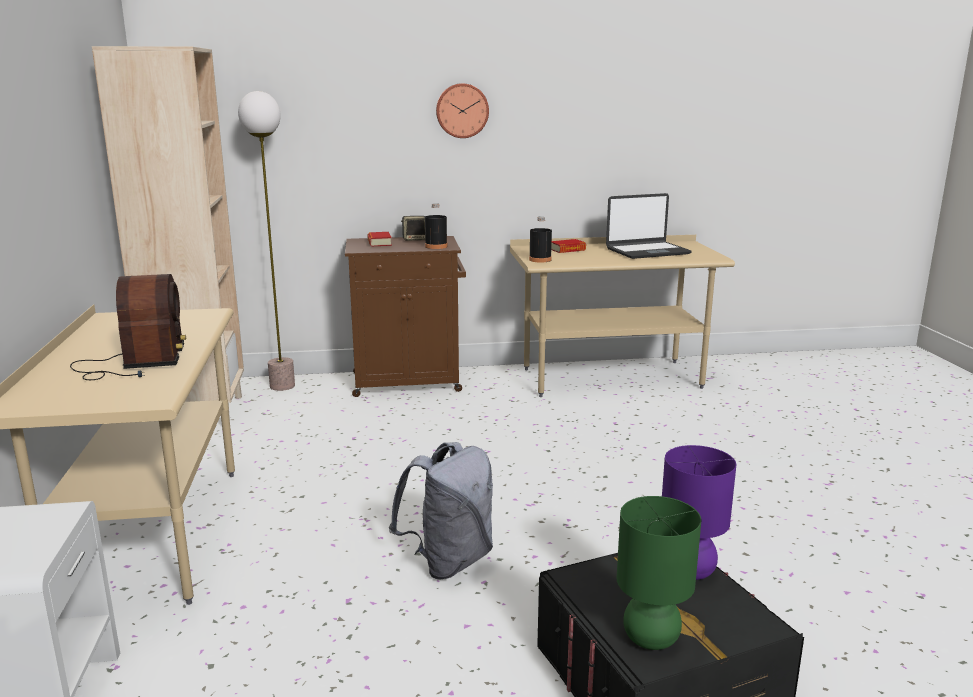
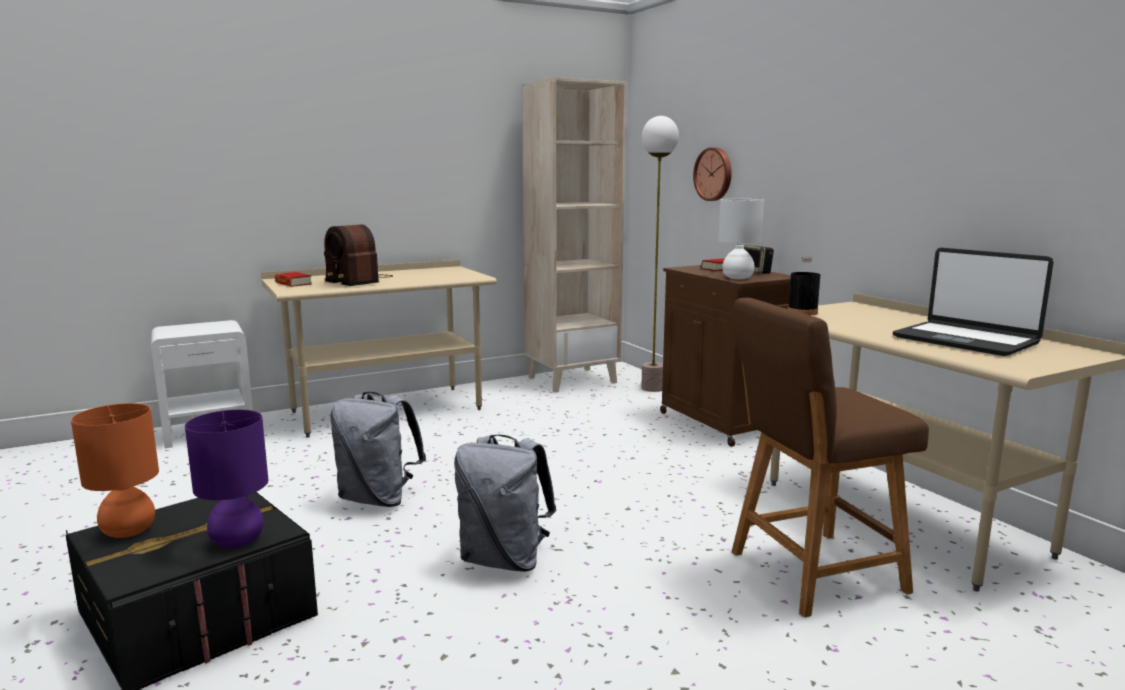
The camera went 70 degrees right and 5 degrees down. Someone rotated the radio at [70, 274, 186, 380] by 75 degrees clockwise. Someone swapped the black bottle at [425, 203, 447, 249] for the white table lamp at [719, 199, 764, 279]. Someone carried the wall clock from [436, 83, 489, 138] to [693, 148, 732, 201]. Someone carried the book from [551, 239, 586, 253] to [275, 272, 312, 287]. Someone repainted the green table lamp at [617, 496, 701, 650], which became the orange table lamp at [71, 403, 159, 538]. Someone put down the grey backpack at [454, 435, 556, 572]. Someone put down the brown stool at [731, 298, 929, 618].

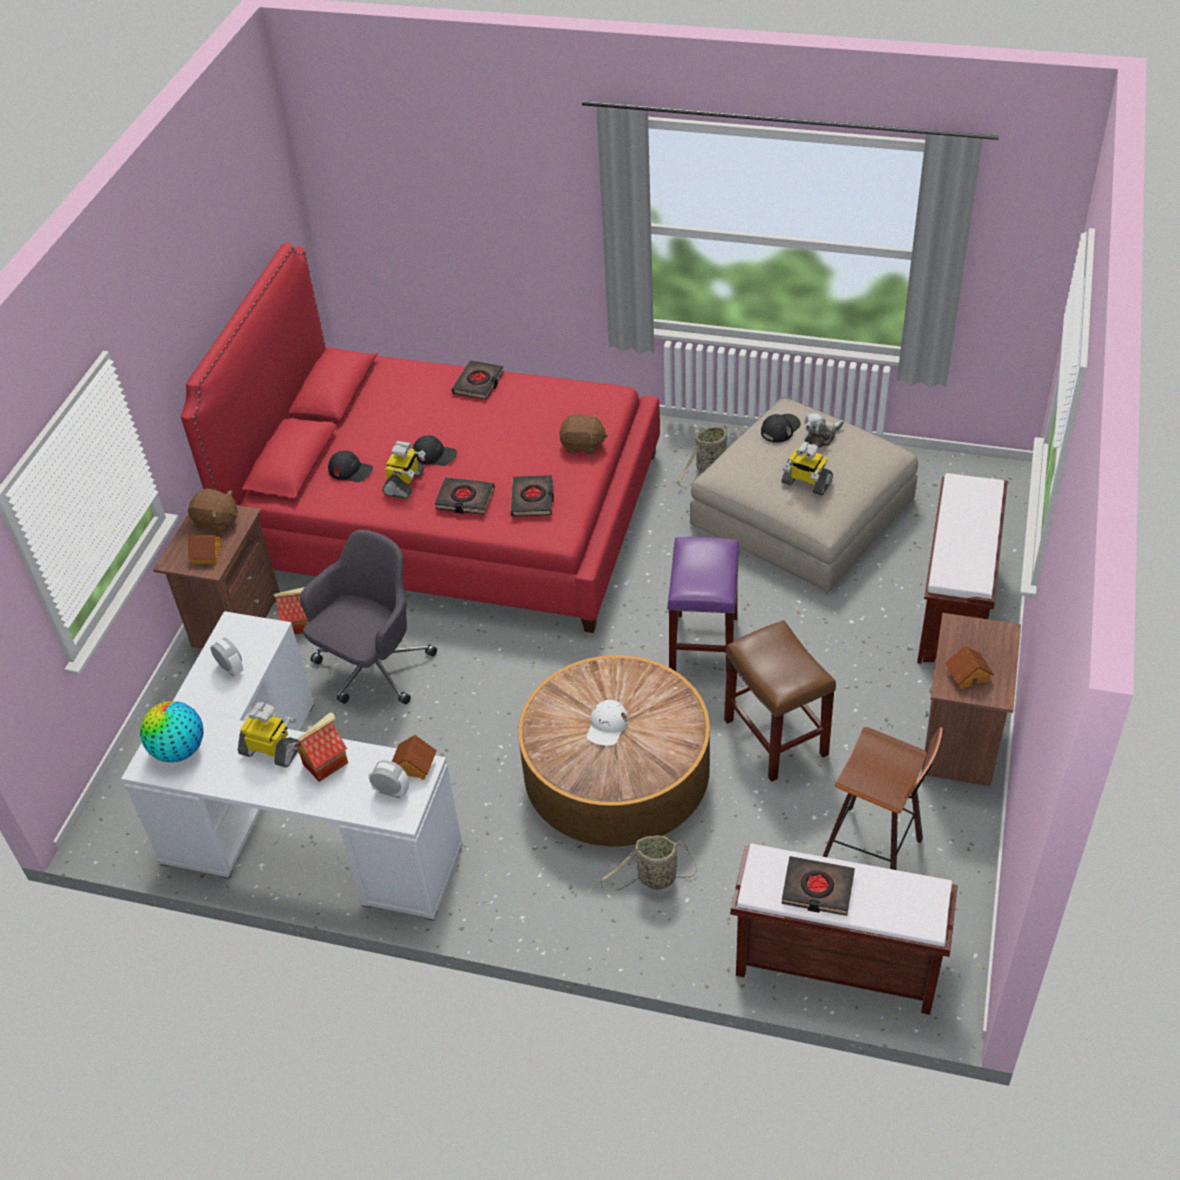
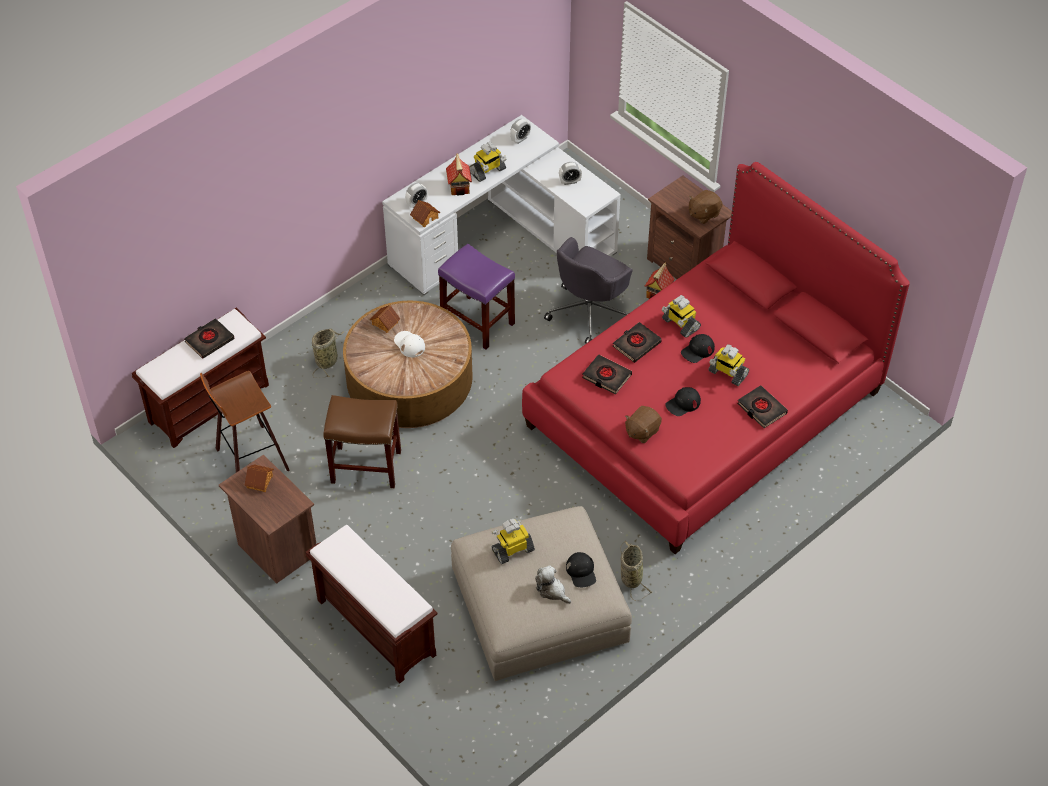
The camera went 120 degrees right and 5 degrees up. Someone swapped the globe at [140, 701, 203, 762] for the alarm clock at [510, 119, 531, 144]. Someone carried the toy house from [188, 535, 222, 564] to [369, 305, 400, 333]. Someone rotated the grey office chair at [300, 530, 437, 704] by 60 degrees clockwise. Someone carried the black cap from [328, 451, 373, 482] to [665, 387, 701, 416]. Someone carried the purple stool from [667, 537, 739, 671] to [438, 244, 515, 350]. Someone rotated the plush toy at [804, 413, 844, 448] by 45 degrees counterclockwise. Someone put down the toy robot at [708, 344, 749, 386].

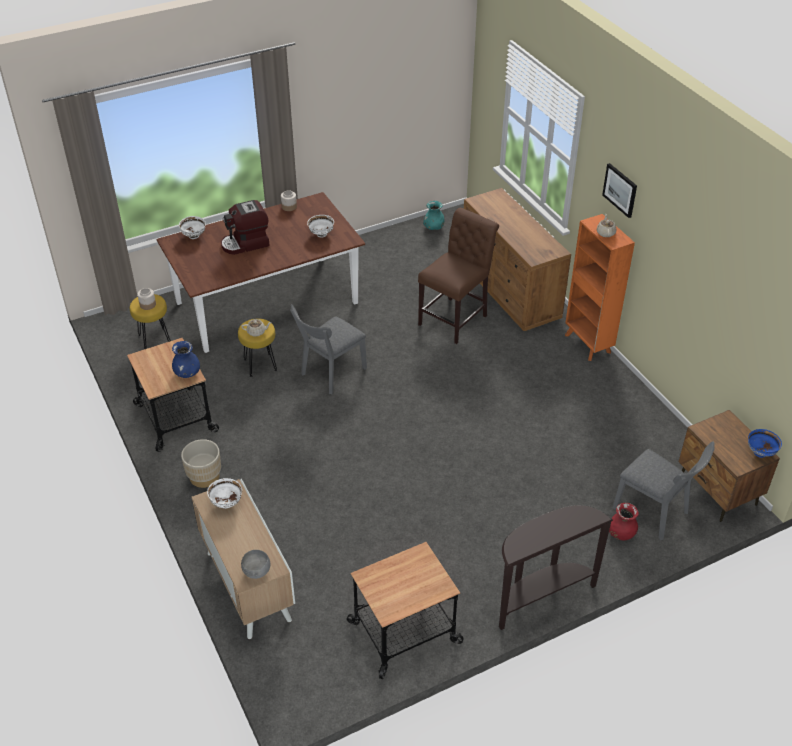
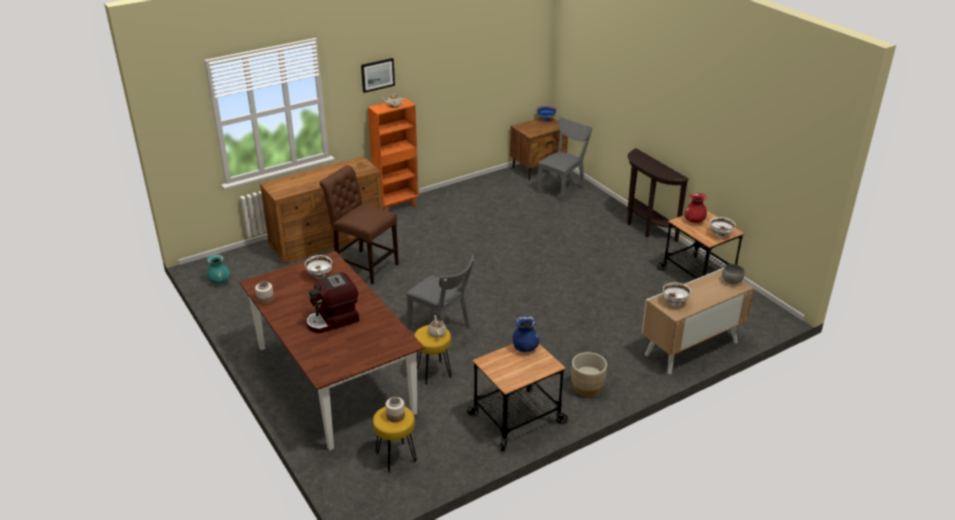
The camera went 95 degrees left and 10 degrees down. Someone carried the white bowl from [179, 216, 206, 239] to [710, 217, 735, 238]. Someone rotated the coffee machine at [221, 200, 270, 255] by 90 degrees clockwise. Someone carried the red vase from [609, 503, 639, 540] to [684, 193, 707, 223].

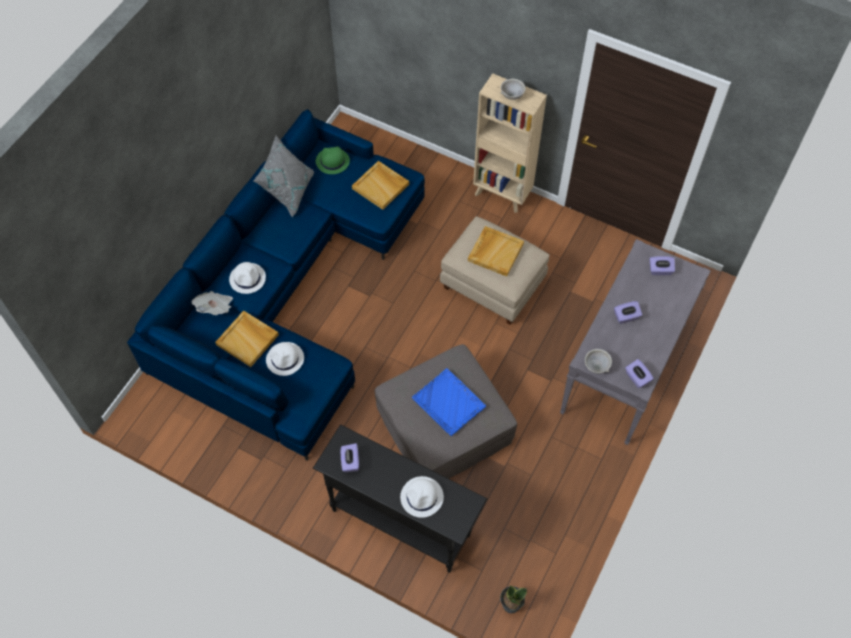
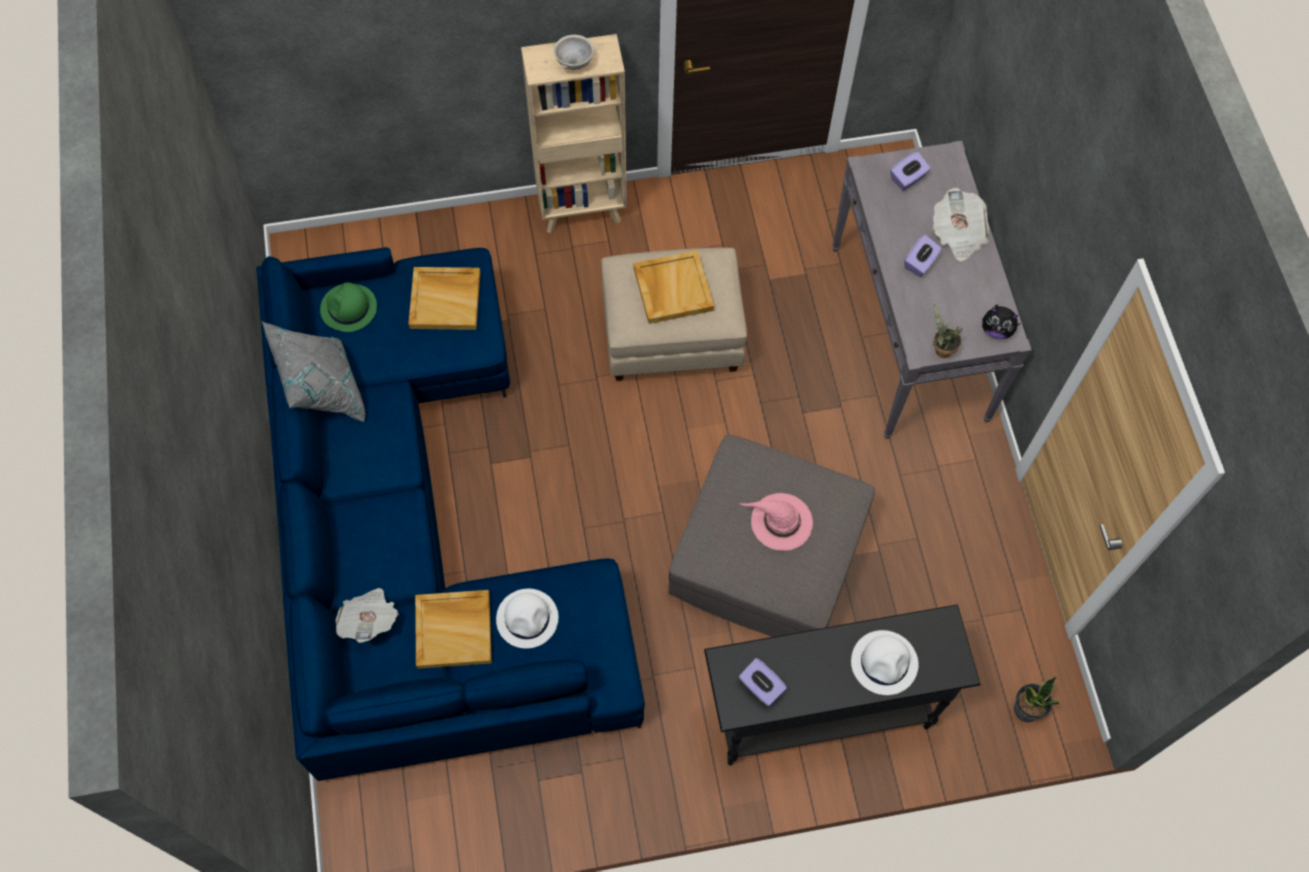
The camera went 40 degrees left and 5 degrees up. Someone took away the white hat at [229, 262, 266, 294]. Someone swapped the blue tray at [412, 368, 486, 436] for the pink hat at [739, 493, 813, 551]. Someone swapped the grey bowl at [585, 349, 612, 374] for the potted plant at [932, 302, 963, 358]. Someone swapped the purple tissue box at [625, 359, 654, 388] for the plush toy at [982, 305, 1022, 339]. Someone put down the newspaper at [933, 188, 989, 261].

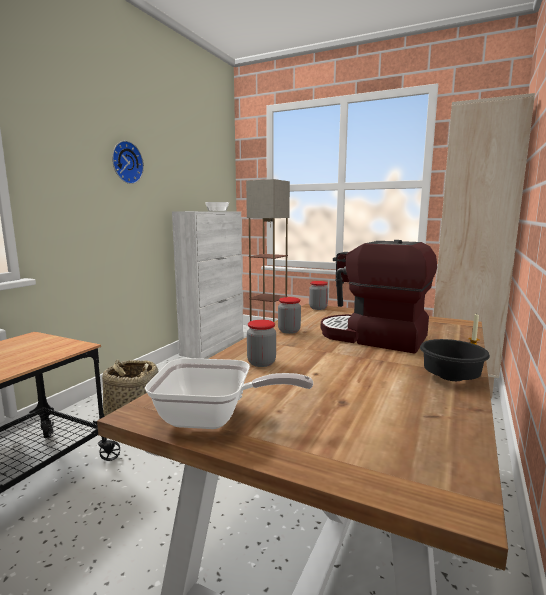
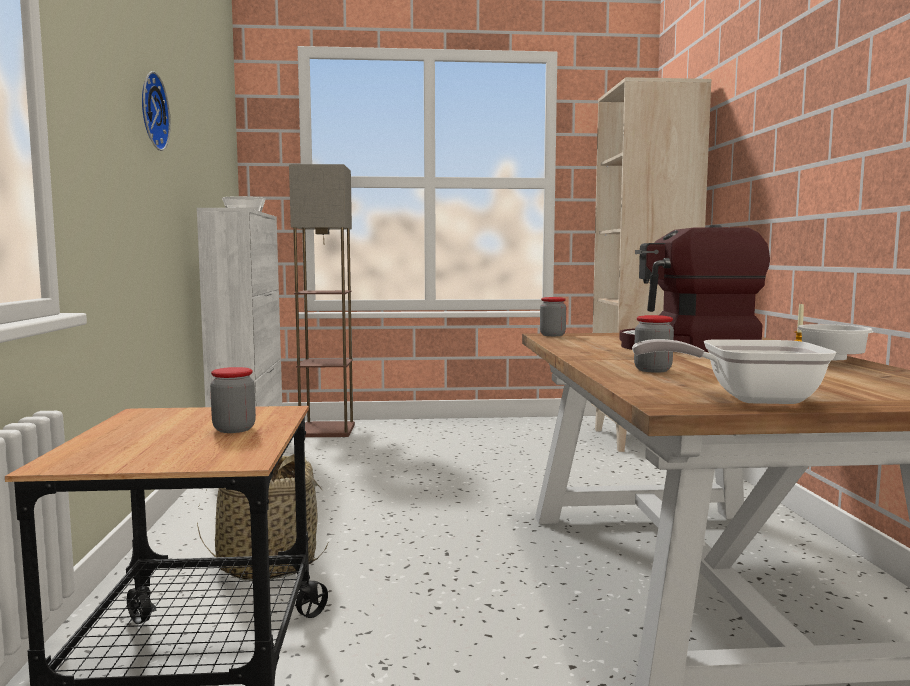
The camera went 30 degrees left and 5 degrees down. Someone rotated the frying pan at [145, 358, 313, 429] by 150 degrees counterclockwise. Someone carried the jar from [278, 297, 301, 334] to [210, 367, 256, 433]. Someone repainted the black bowl at [420, 339, 490, 381], which became the white bowl at [797, 324, 873, 361].

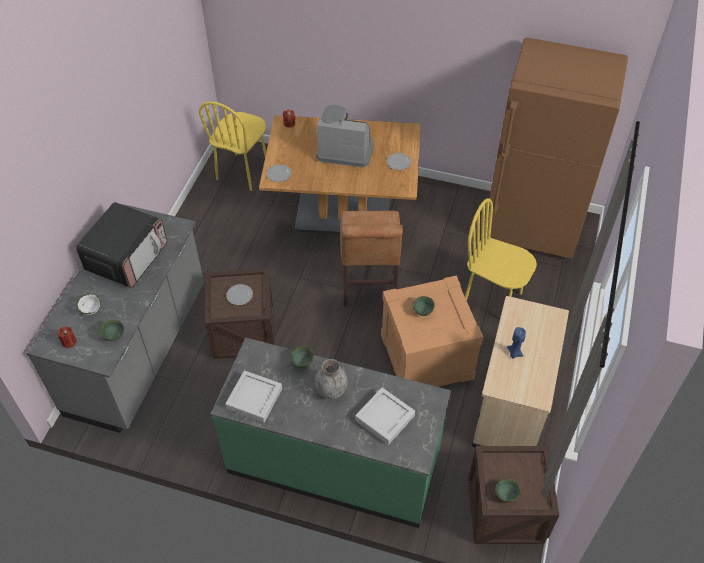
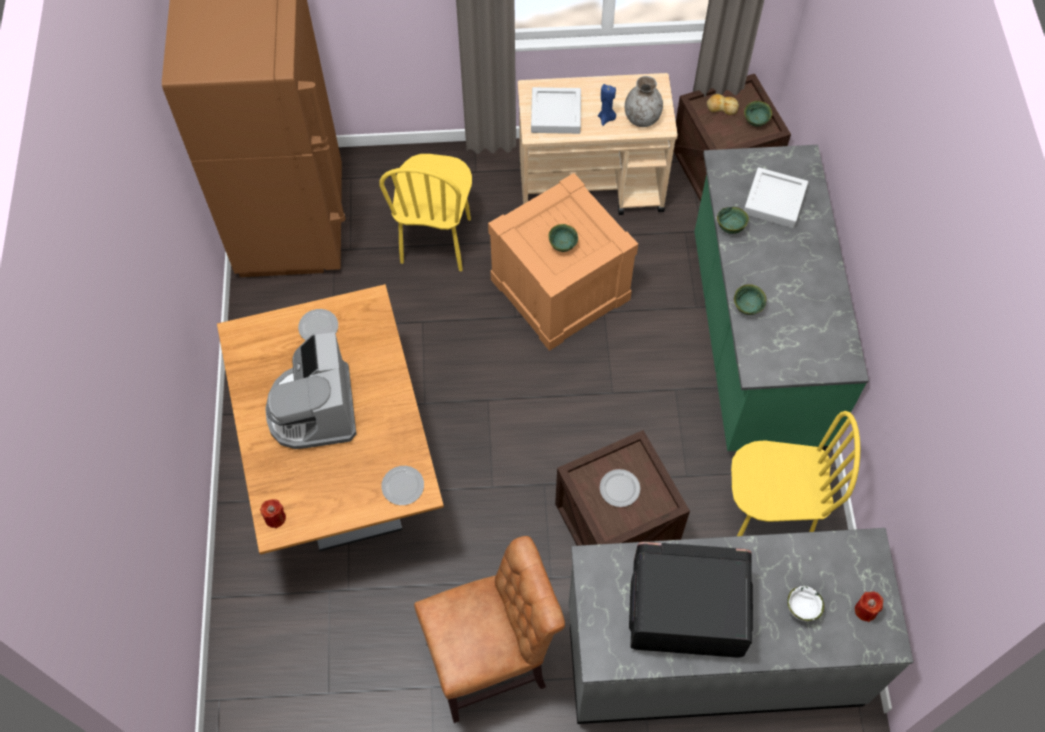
The camera went 110 degrees left and 10 degrees up. Someone carried the green bowl from [99, 320, 124, 341] to [717, 207, 749, 234]. Someone carried the yellow chair from [199, 101, 266, 191] to [731, 411, 860, 536]. Someone carried the grey tray from [225, 370, 282, 423] to [531, 87, 581, 134]. Someone carried the grey vase from [315, 359, 348, 399] to [625, 76, 663, 127]. Someone carried the brown chair from [340, 211, 403, 306] to [414, 536, 565, 723]. Someone put down the bread at [707, 94, 739, 115].

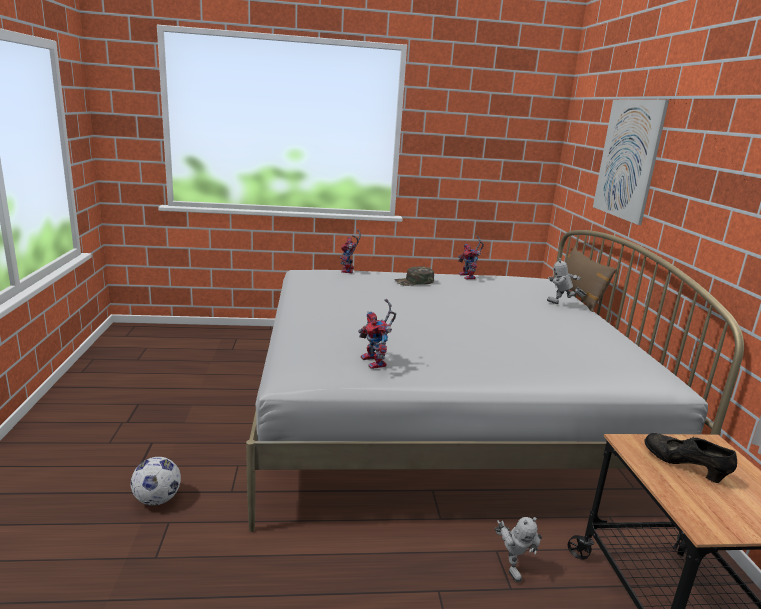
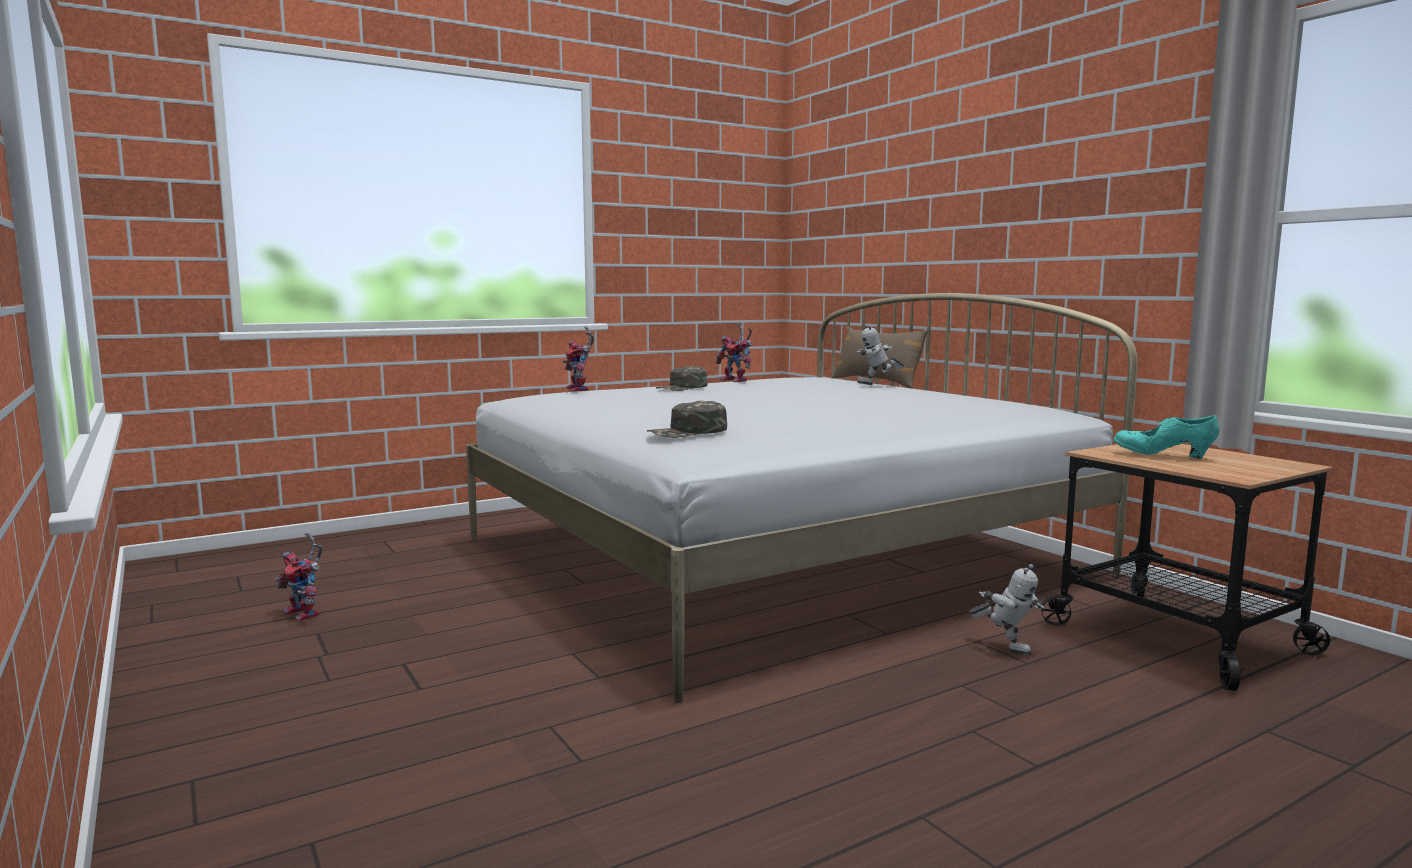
The camera went 25 degrees left and 10 degrees down. Someone took away the football at [131, 457, 181, 505]. Someone carried the toy robot from [358, 299, 396, 369] to [275, 532, 322, 621]. Someone took away the picture at [593, 99, 669, 225]. Someone repainted the black shoe at [644, 433, 737, 483], which became the turquoise shoe at [1114, 415, 1219, 459]. Someone put down the green cap at [647, 401, 727, 438].

